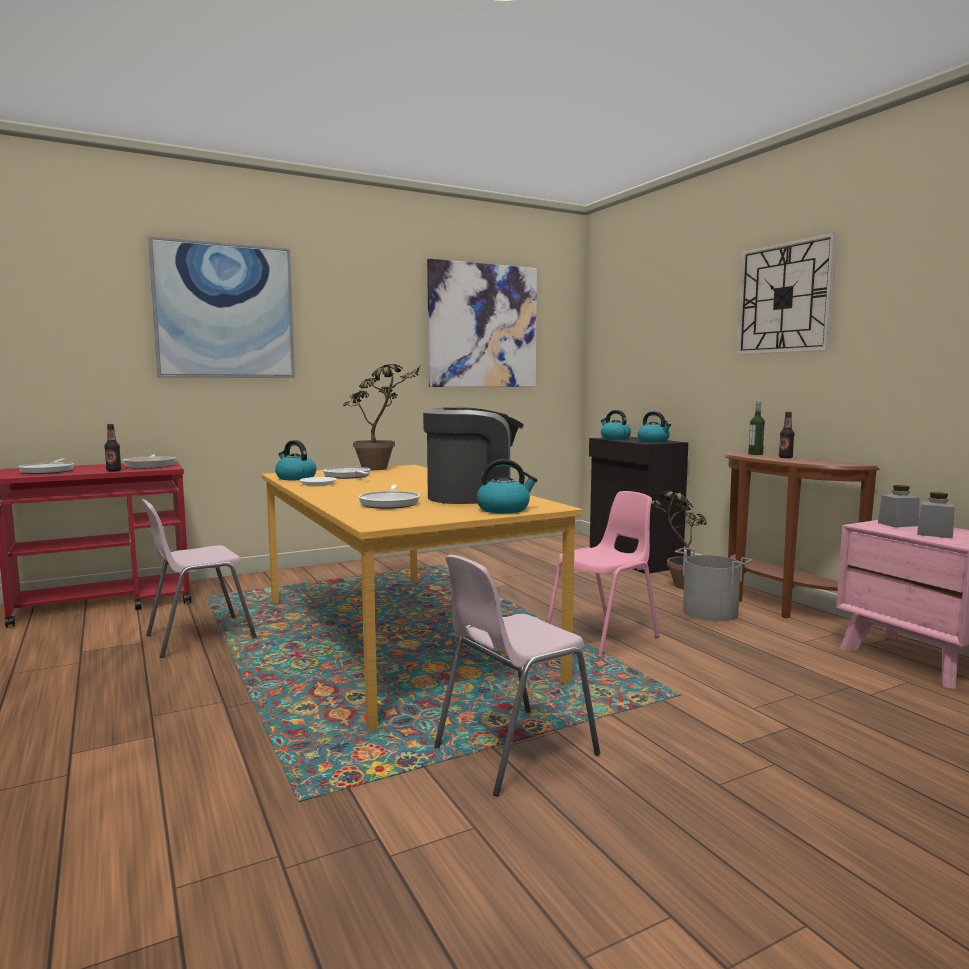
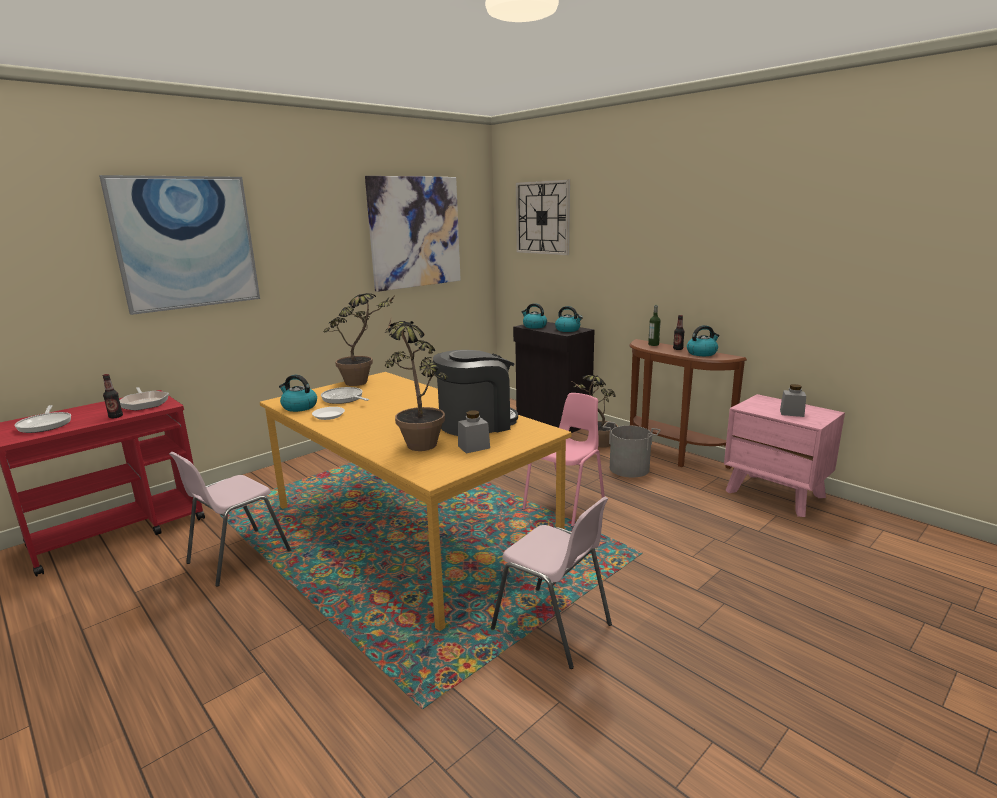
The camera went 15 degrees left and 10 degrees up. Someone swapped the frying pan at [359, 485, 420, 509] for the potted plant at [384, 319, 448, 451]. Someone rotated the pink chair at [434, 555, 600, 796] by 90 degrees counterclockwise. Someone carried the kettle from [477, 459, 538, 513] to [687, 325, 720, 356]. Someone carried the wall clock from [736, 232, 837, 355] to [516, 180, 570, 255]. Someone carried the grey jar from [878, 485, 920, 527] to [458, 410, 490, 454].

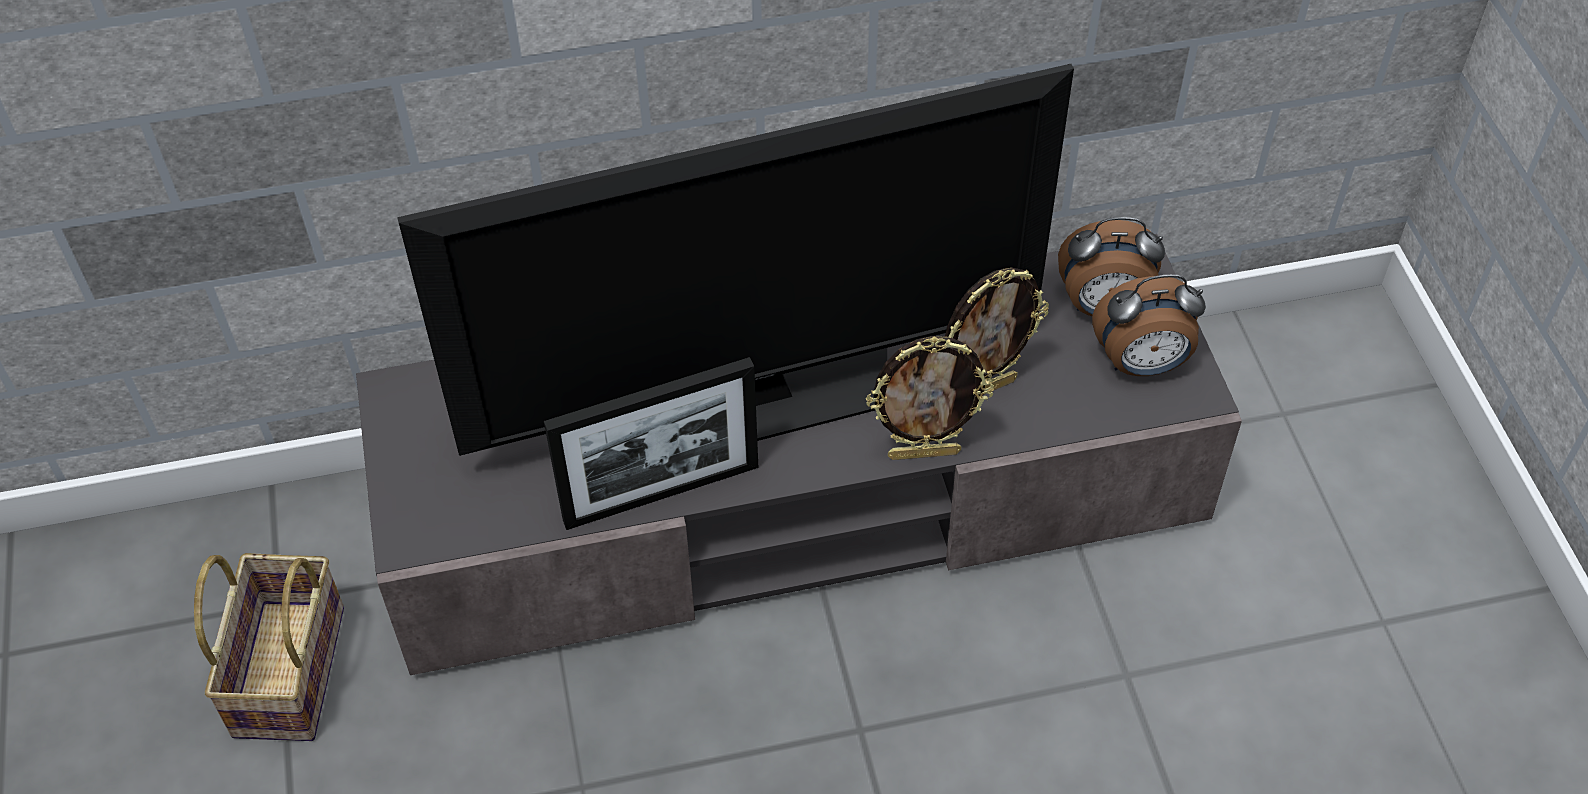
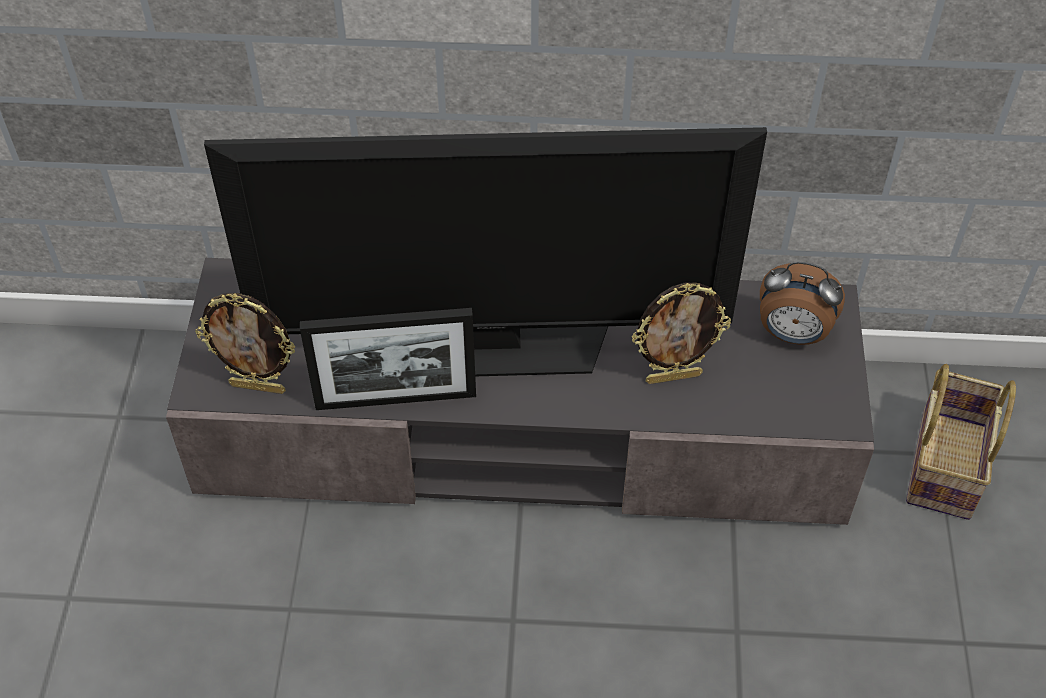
The camera went 15 degrees right and 0 degrees up. Someone carried the basket from [194, 553, 344, 741] to [906, 364, 1016, 520]. Someone carried the picture frame from [866, 336, 994, 460] to [195, 293, 295, 394]. Someone took away the alarm clock at [1092, 275, 1206, 376].

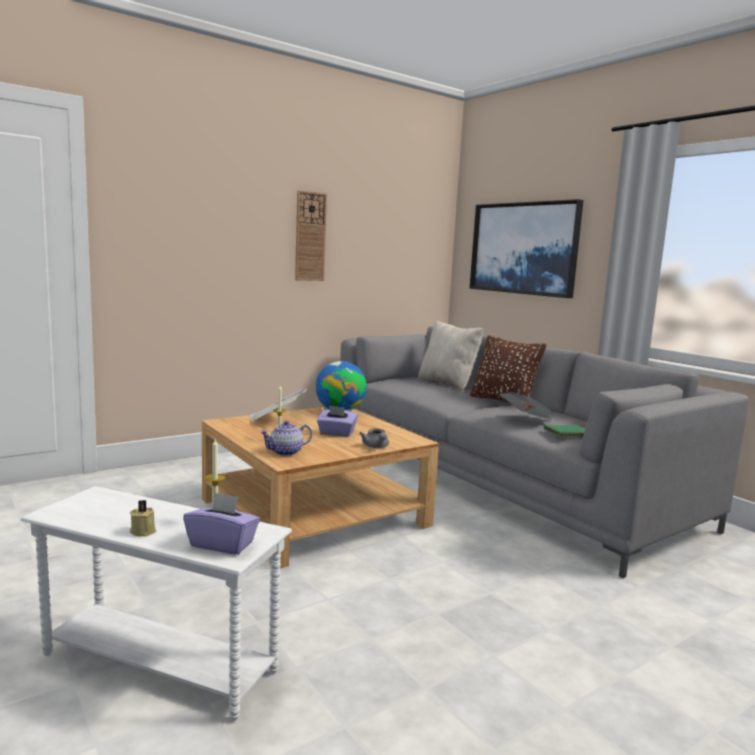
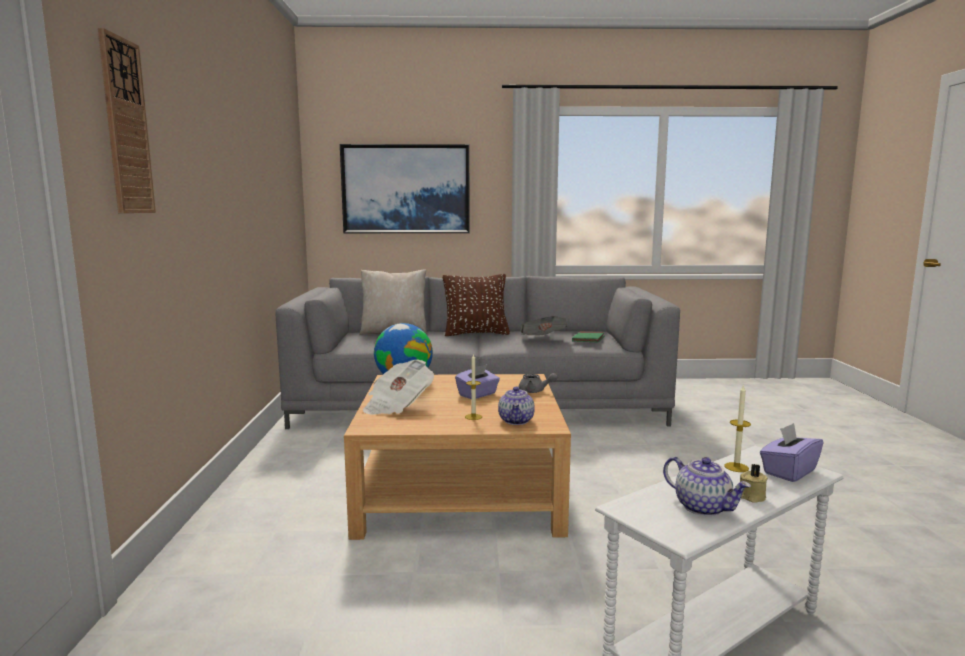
The camera went 55 degrees left and 0 degrees up. Someone carried the wall clock from [295, 190, 327, 281] to [98, 28, 156, 213]. Someone put down the teapot at [663, 457, 751, 516].

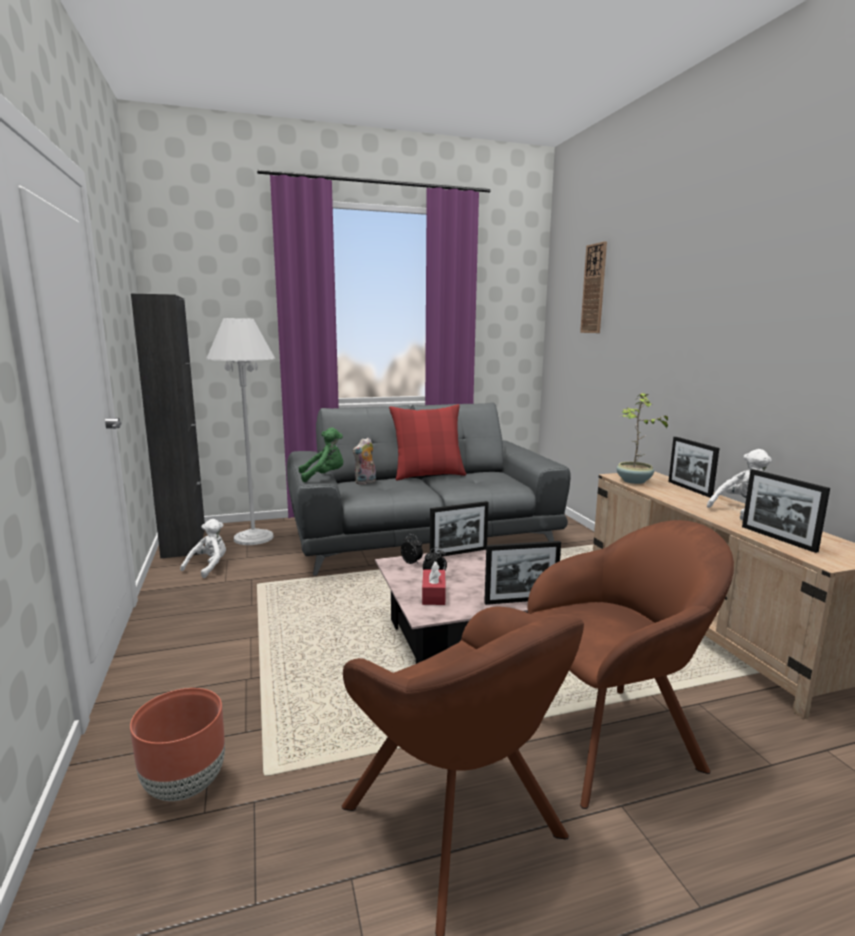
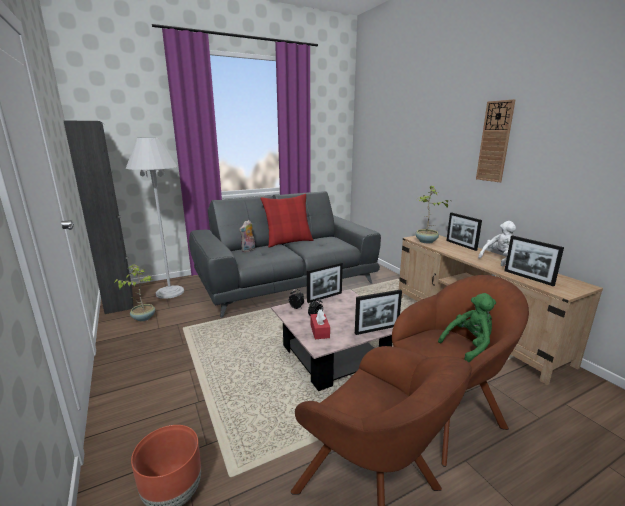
The camera went 10 degrees left and 5 degrees up. Someone swapped the white plush toy at [180, 519, 226, 578] for the potted plant at [114, 264, 155, 321]. Someone carried the green plush toy from [299, 427, 343, 482] to [438, 293, 496, 362]. Someone carried the wall clock from [580, 241, 607, 333] to [476, 99, 515, 182].

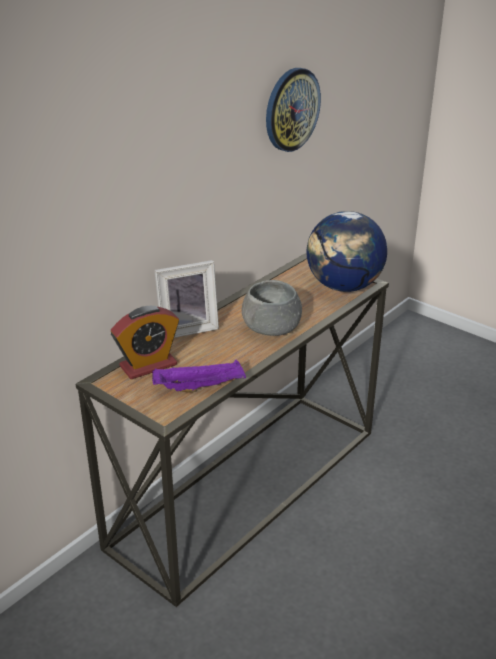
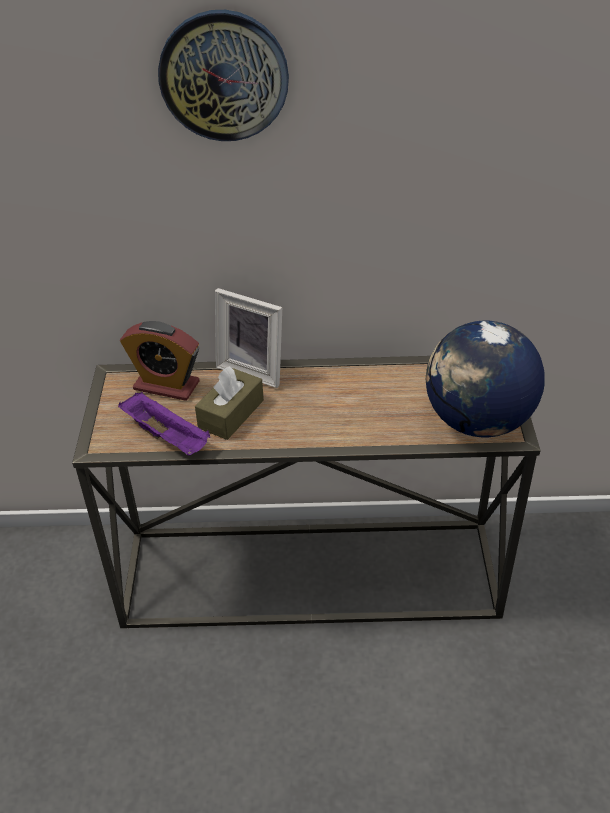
The camera went 50 degrees right and 10 degrees up. Someone took away the grey bowl at [242, 280, 302, 336]. Someone carried the wall clock from [266, 68, 321, 152] to [158, 10, 289, 141]. Someone put down the brown tissue box at [195, 366, 264, 440].

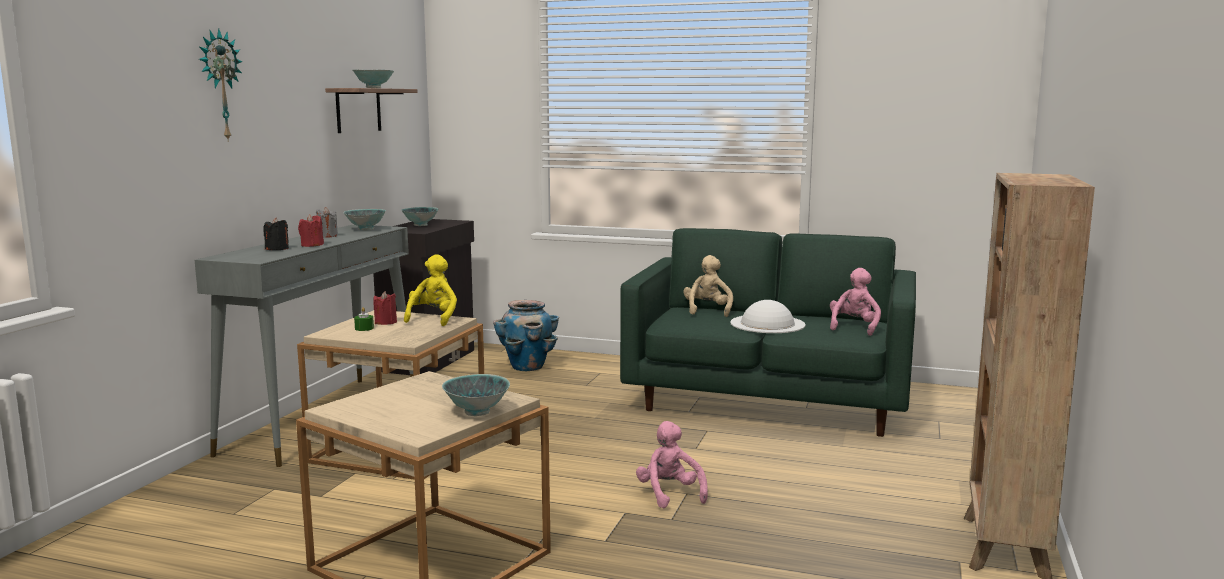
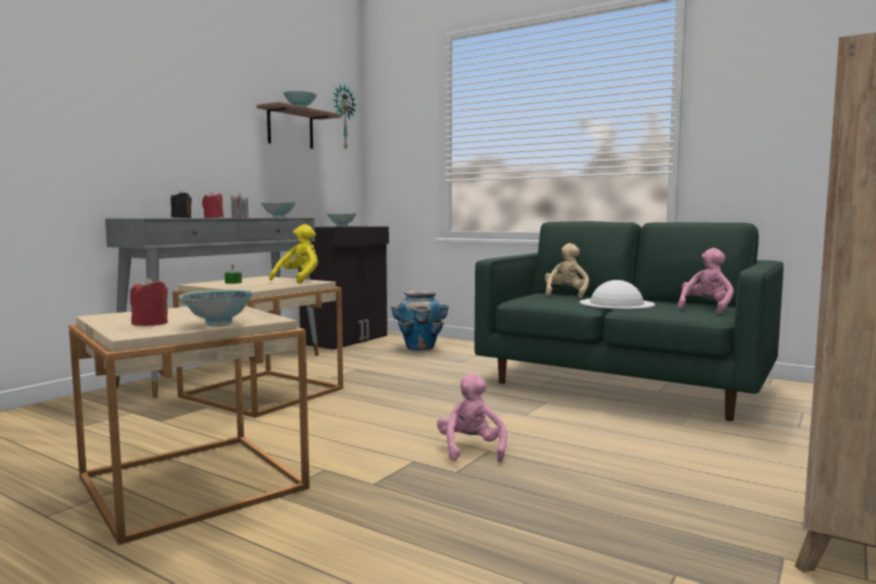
The camera went 15 degrees right and 5 degrees down. Someone carried the wall clock from [199, 28, 243, 142] to [333, 85, 356, 149]. Someone carried the red candle from [374, 291, 397, 325] to [130, 277, 168, 326].

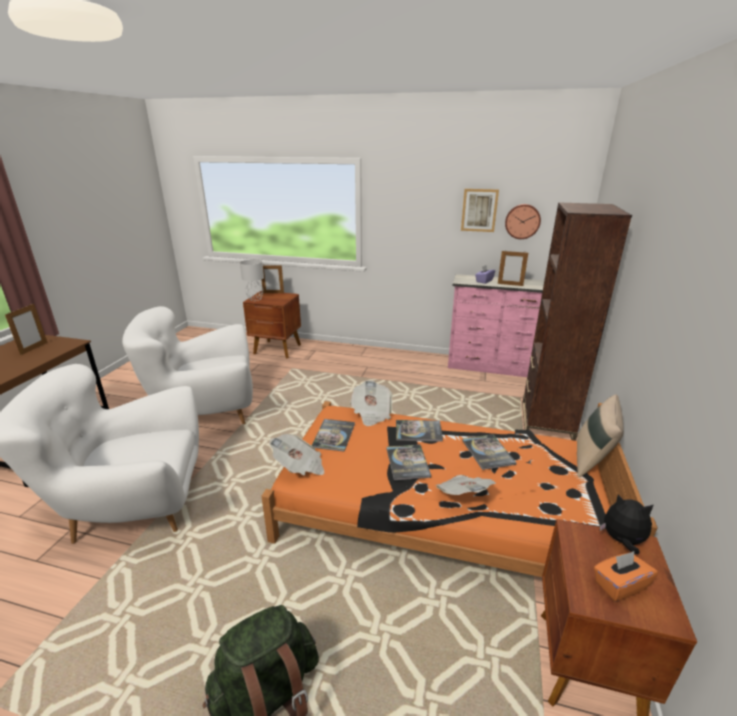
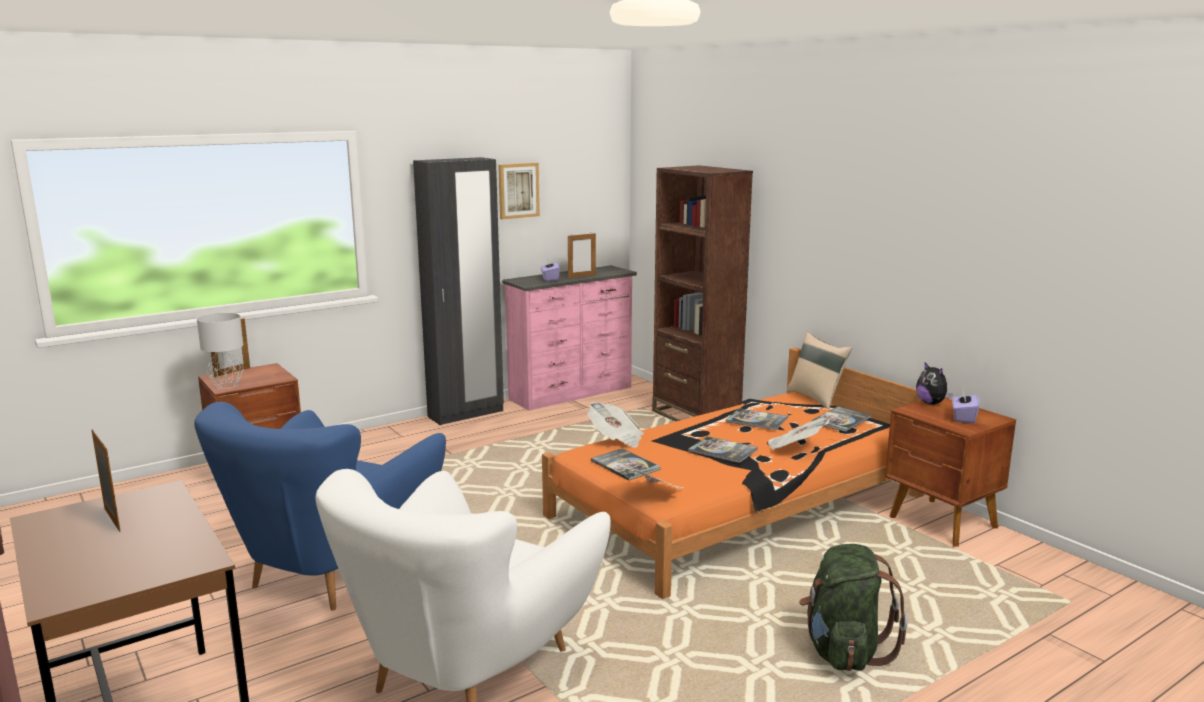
The camera went 50 degrees left and 10 degrees down. Someone repainted the white armchair at [122, 306, 253, 424], which became the blue armchair at [194, 402, 446, 611]. Someone carried the book from [396, 420, 443, 441] to [811, 406, 871, 432]. Someone took away the wall clock at [505, 204, 541, 239]. Someone repainted the orange tissue box at [594, 551, 658, 602], which became the purple tissue box at [952, 388, 979, 423]. Someone rotated the plush toy at [600, 495, 654, 554] by 90 degrees counterclockwise. Someone put down the black wardrobe at [413, 157, 504, 425].

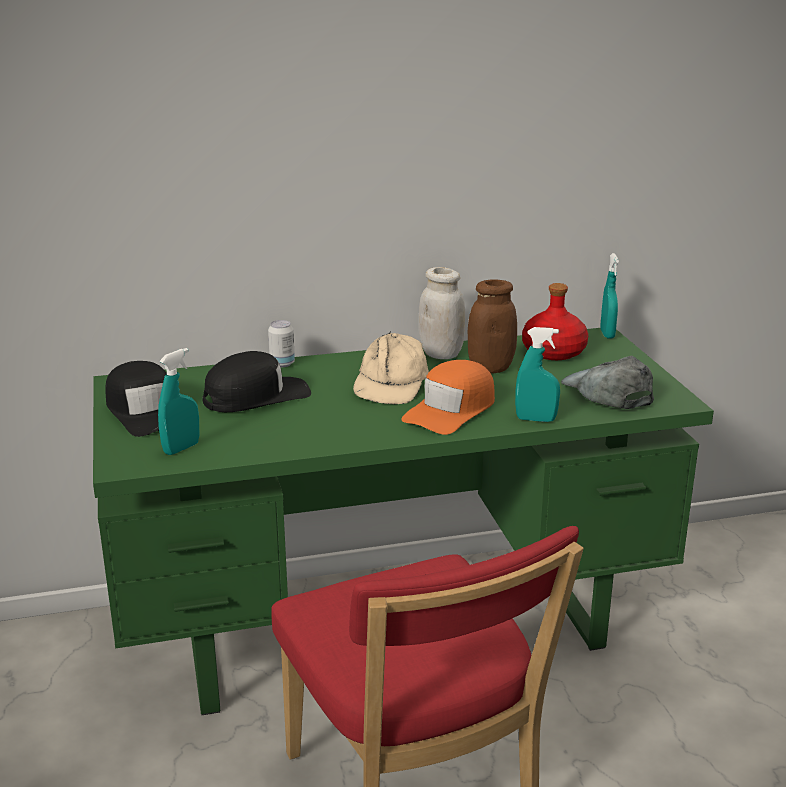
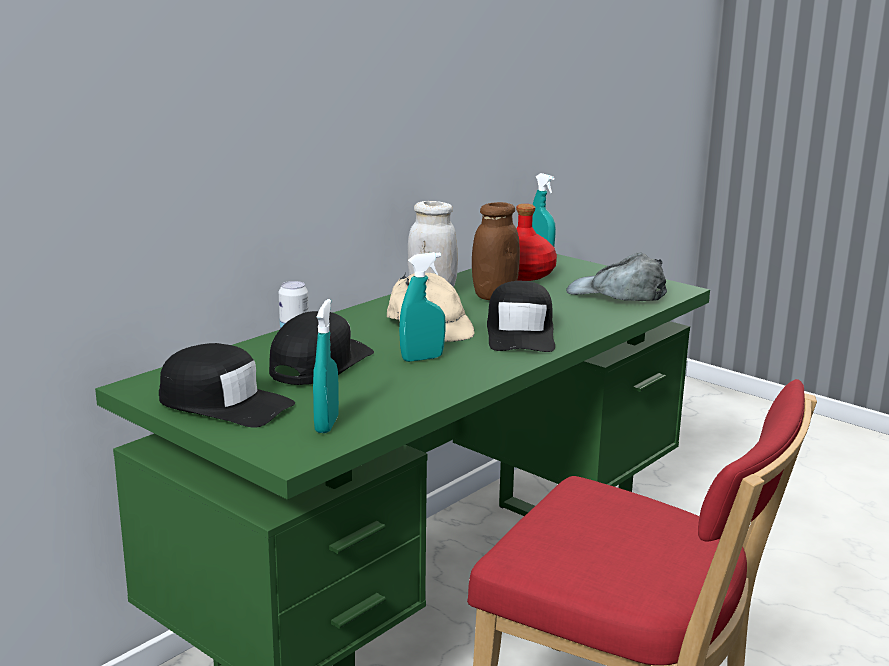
The camera went 35 degrees left and 5 degrees down. Someone repainted the orange cap at [401, 360, 495, 435], which became the black cap at [487, 281, 555, 352]. Someone carried the turquoise spray bottle from [515, 327, 560, 422] to [399, 252, 446, 362].

